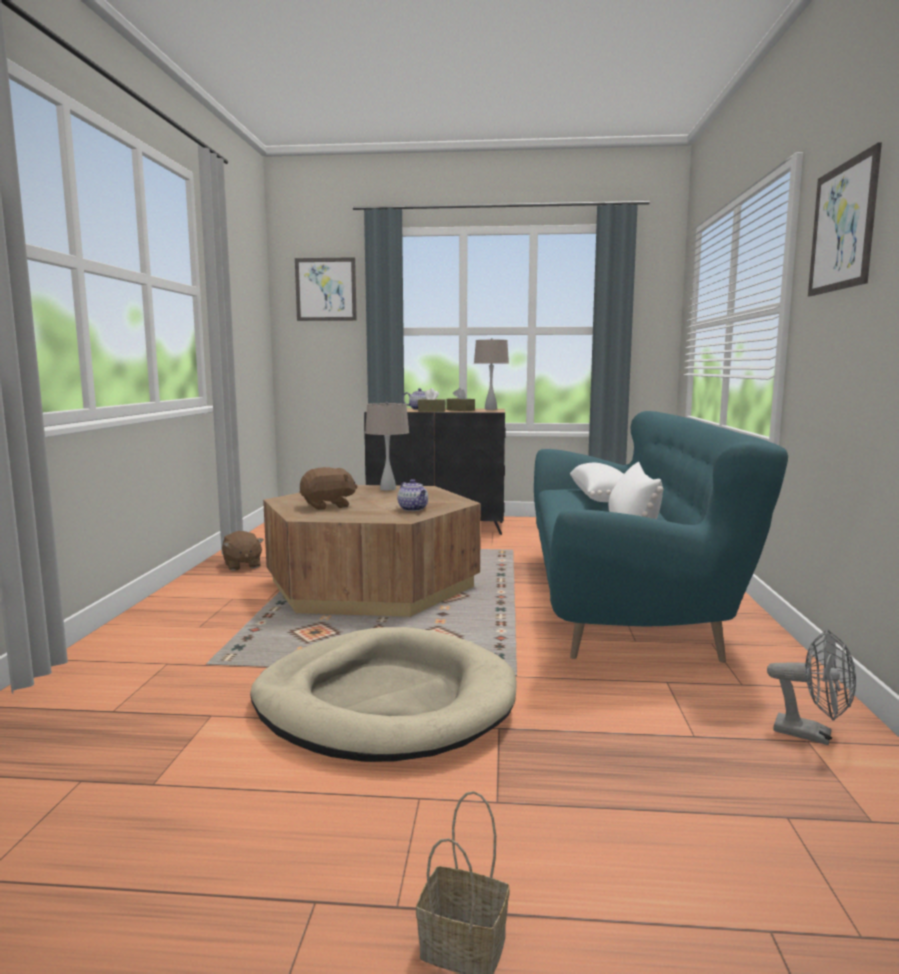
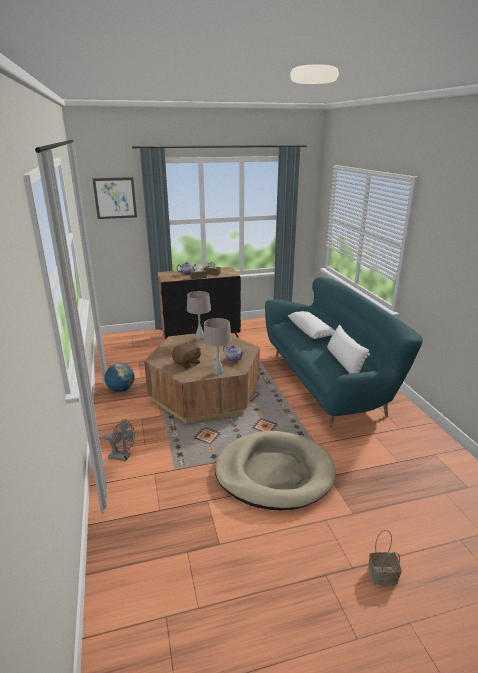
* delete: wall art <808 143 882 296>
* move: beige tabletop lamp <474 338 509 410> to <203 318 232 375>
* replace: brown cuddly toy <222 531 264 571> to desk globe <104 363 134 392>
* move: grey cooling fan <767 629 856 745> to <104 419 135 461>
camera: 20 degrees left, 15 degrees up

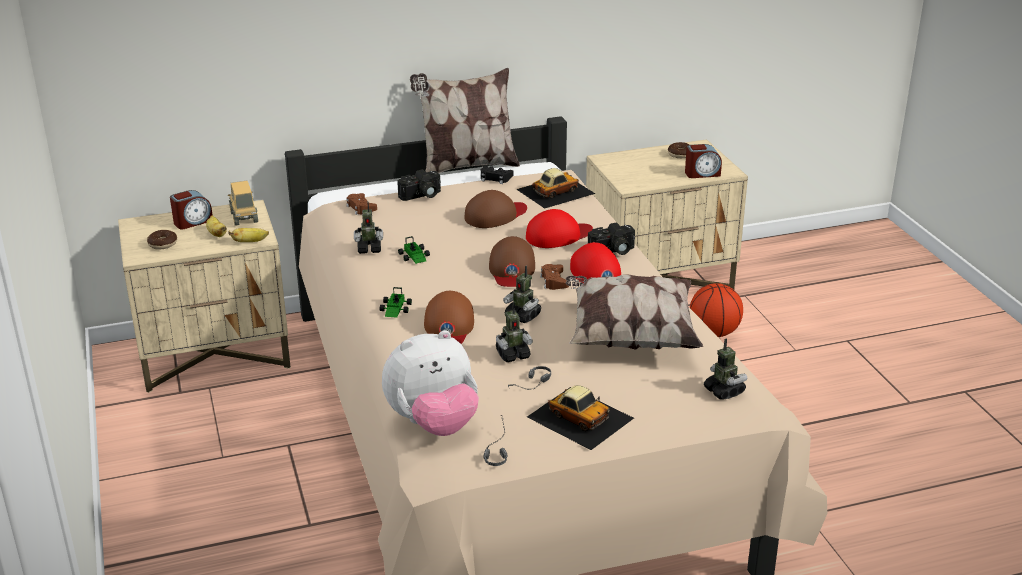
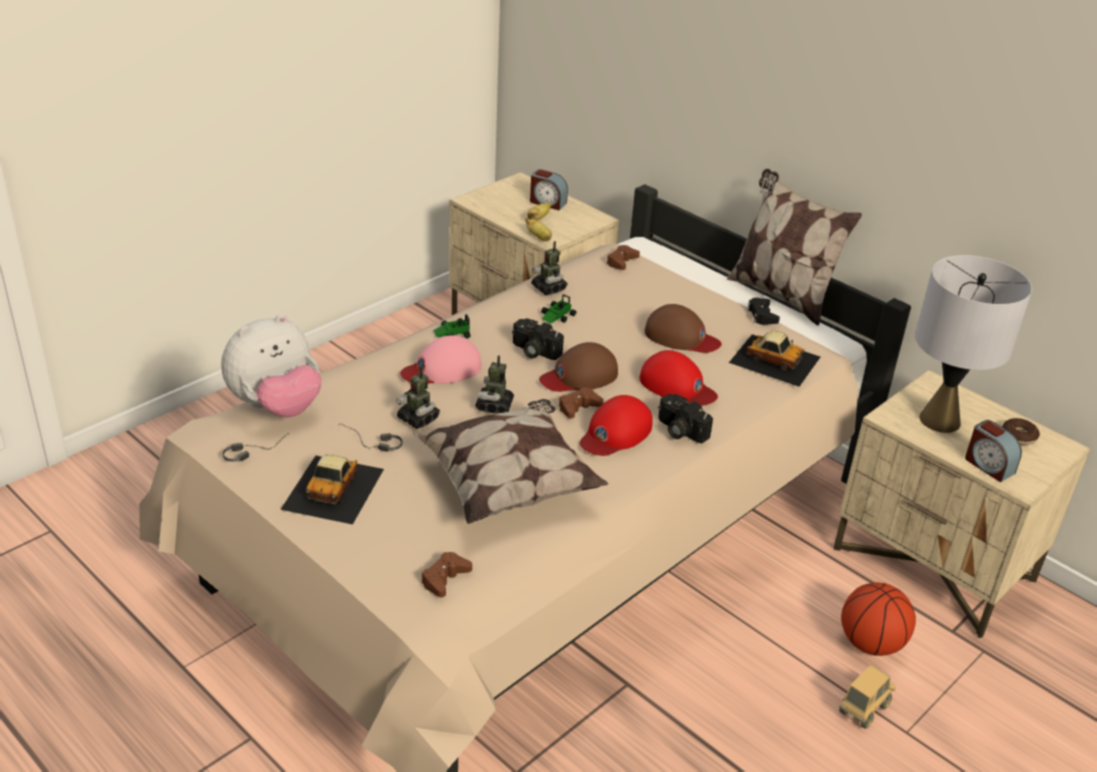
* move: photo camera <397 169 441 201> to <512 318 564 360>
* move: toy truck <228 181 258 226> to <839 664 896 729>
* delete: donut <147 230 177 250>
* recolor: brown peaked cap <424 291 474 344> to pink peaked cap <400 335 482 384>
* rotate: cuddly toy <382 330 479 436> = <221 314 321 417> 75 degrees counterclockwise
* replace: robot figure <704 338 747 400> to brown joypad <421 552 472 597>
* insert: grey tabletop lamp <915 255 1032 433>
camera: 60 degrees right, 5 degrees up

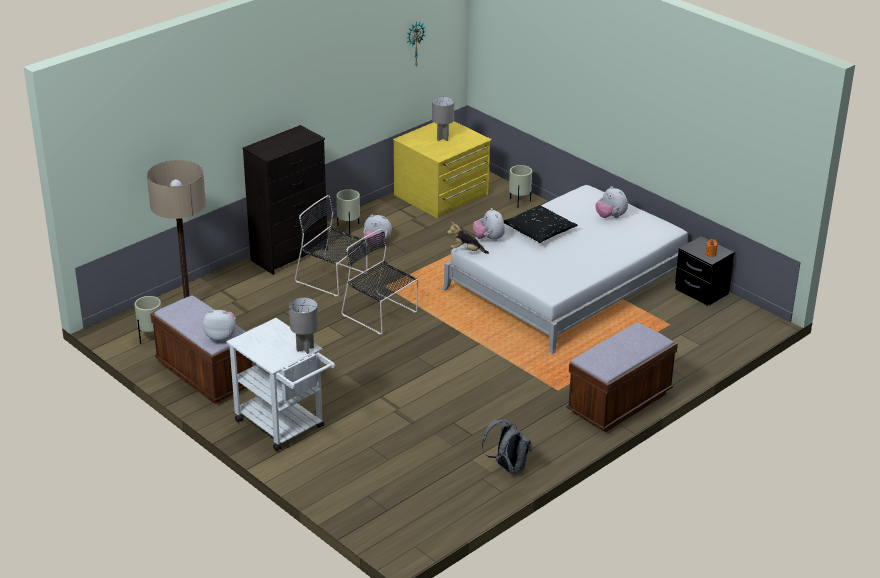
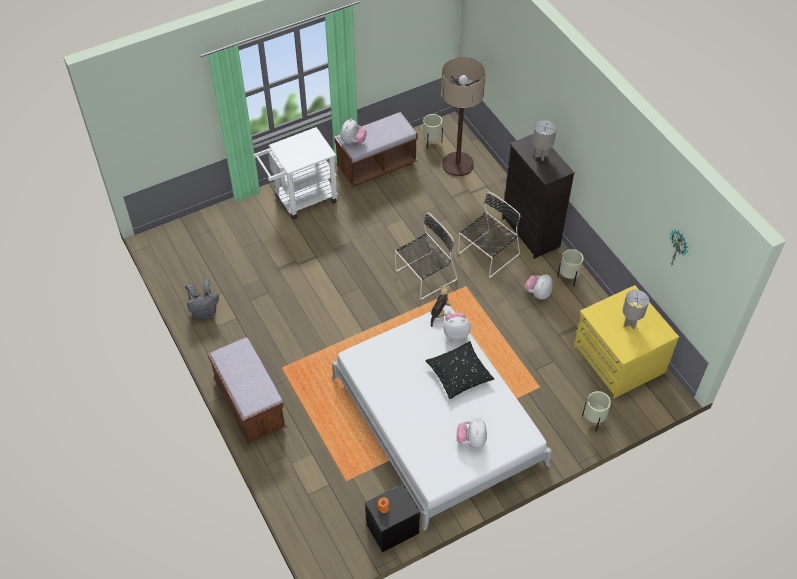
* rotate: cuddly toy <595 186 628 218> = <456 418 487 448> 60 degrees counterclockwise
* move: grey tabletop lamp <289 298 318 354> to <533 120 556 161>
camera: 105 degrees right, 20 degrees up

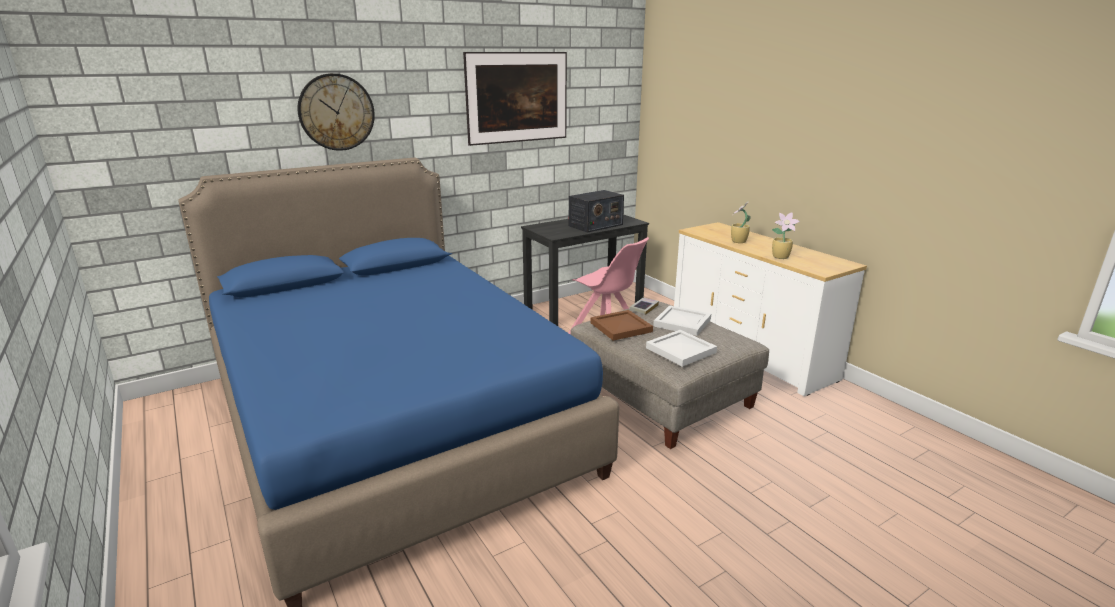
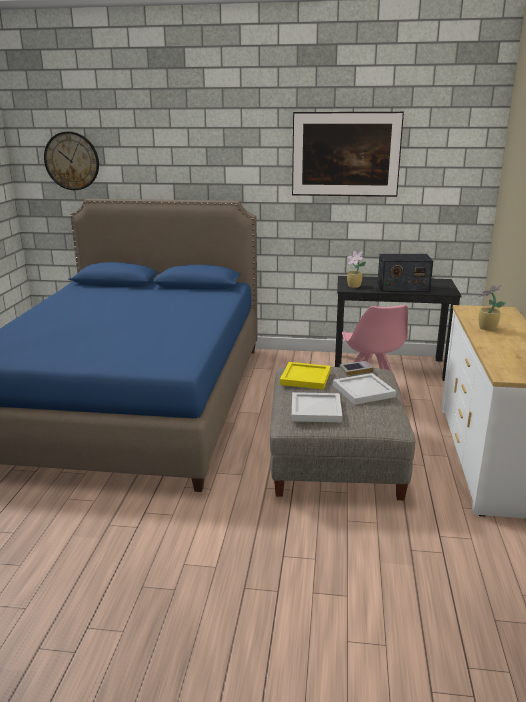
* move: wall clock <298 73 375 151> to <44 131 99 190>
* move: plant in a pot <772 212 800 259> to <347 251 366 288>
* recolor: brown tray <591 310 653 341> to yellow tray <280 362 331 390>
camera: 40 degrees right, 0 degrees up

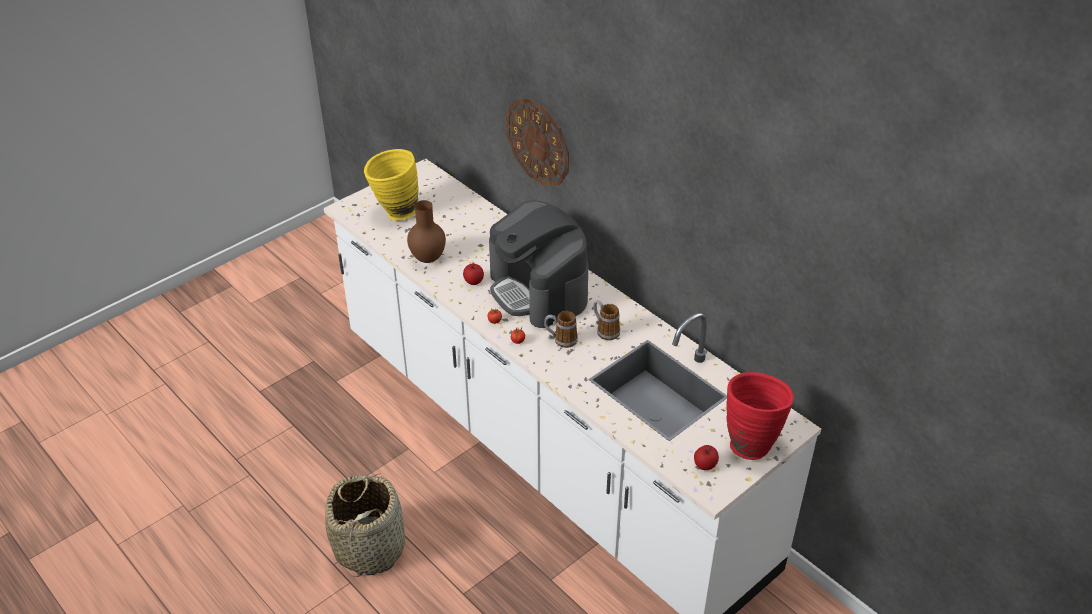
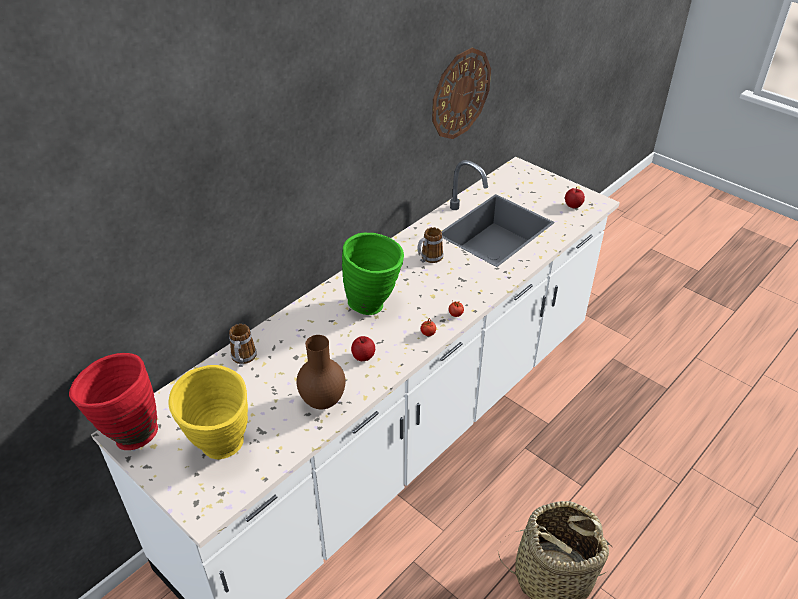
* move: wall clock <506 98 569 186> to <432 48 491 139>
* replace: coffee machine <489 201 588 328> to green decorative vase <342 233 404 315>
* move: tea mug <544 311 578 348> to <229 324 257 367>
* move: red decorative vase <726 372 794 460> to <69 353 158 450>
camera: 95 degrees left, 0 degrees up

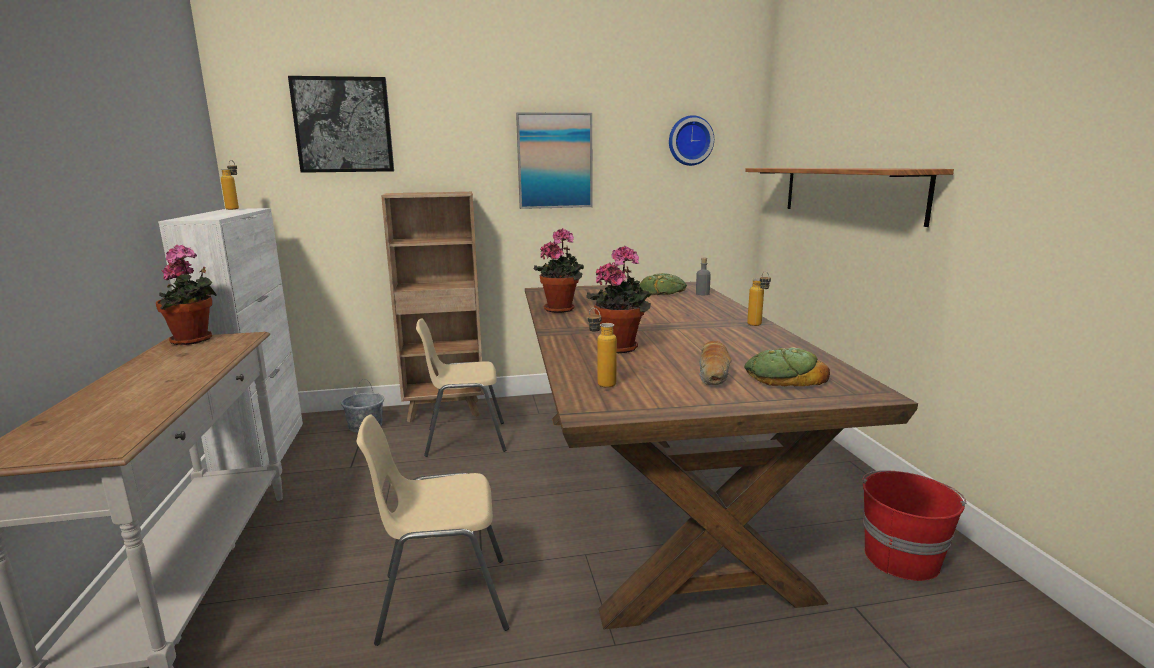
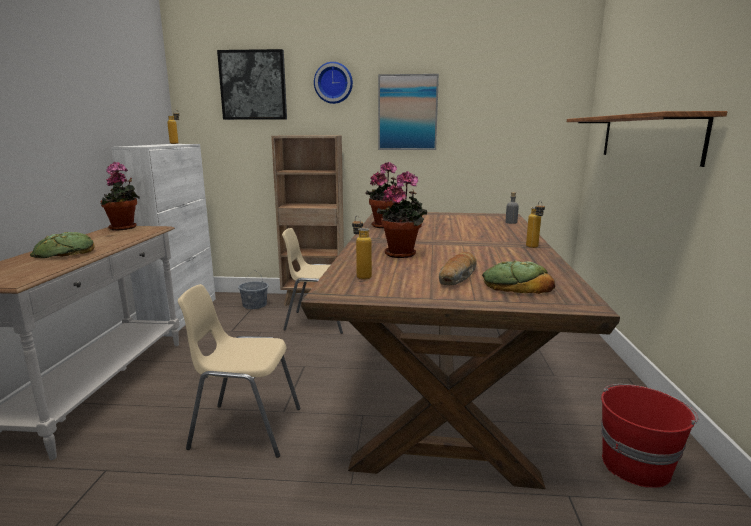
* move: wall clock <669 115 714 166> to <314 62 353 104>
* move: bakery bread <639 273 687 295> to <30 232 95 258>
camera: 15 degrees right, 0 degrees up

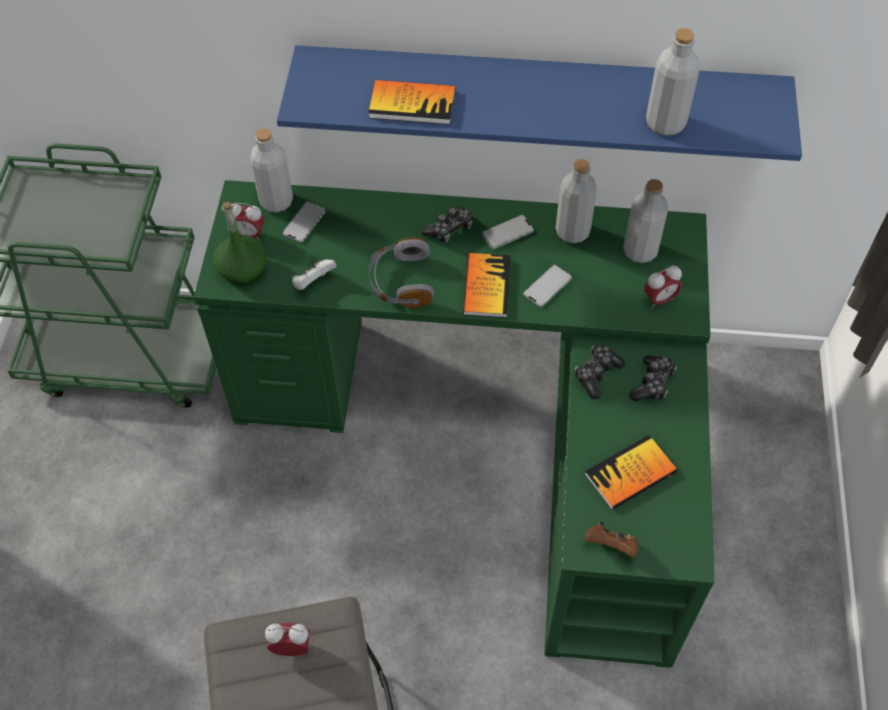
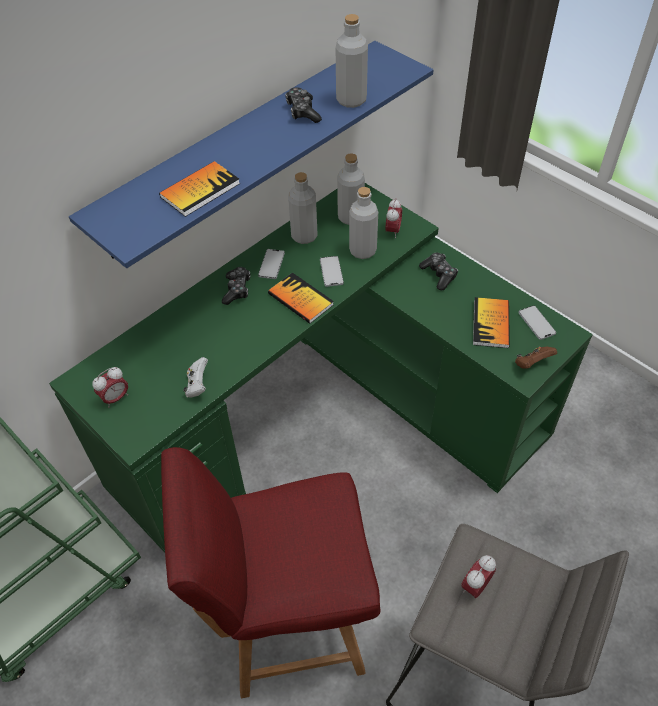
* move: grey beverage bottle <250 128 293 213> to <349 187 378 259>
* move: phone <282 201 326 243> to <518 305 556 340>
* delete: green beverage bottle <214 202 267 285>
* delete: grey pair of headphones <369 237 434 308>
* move: joypad <575 345 625 399> to <285 87 322 123>
* insert: red upright chair <161 447 380 698>
camera: 50 degrees left, 5 degrees down

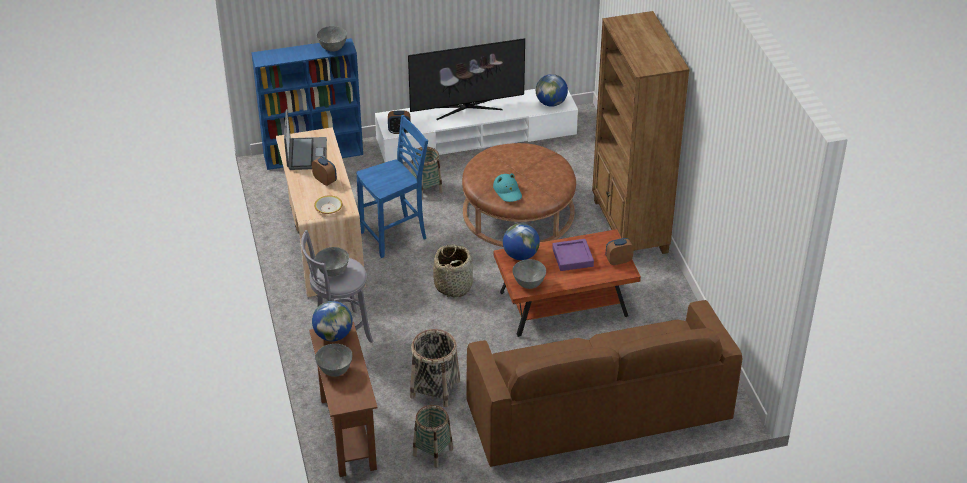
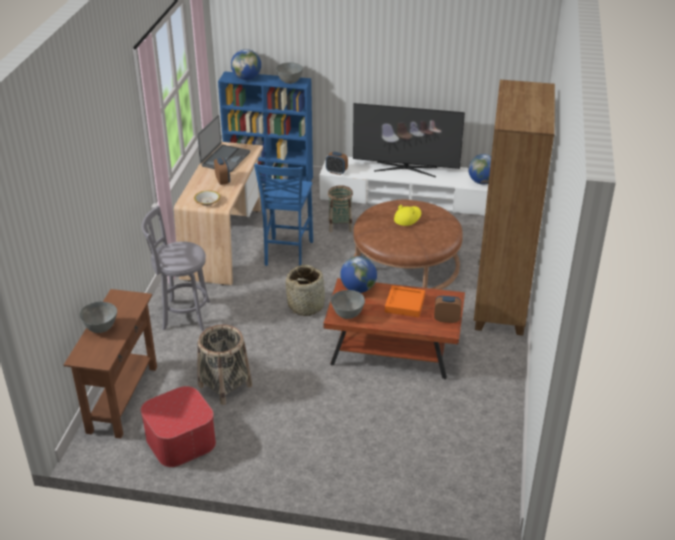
* rotate: blue-coloured upright chair <356 115 428 258> = <254 164 313 266> 105 degrees clockwise
* delete: turquoise clothing hat <493 173 522 202>
* recolor: purplish tray <552 239 594 271> to orange-coloured tray <385 286 425 317>
* delete: grey serving bowl <315 247 349 276>
* delete: brown sofa <467 300 742 467>
* move: desk globe <312 301 353 341> to <231 49 261 80>
* replace: basket <413 405 453 467> to pouffe <141 386 216 467>
* insert: yellow clothing hat <394 205 421 226>
camera: 25 degrees right, 5 degrees down

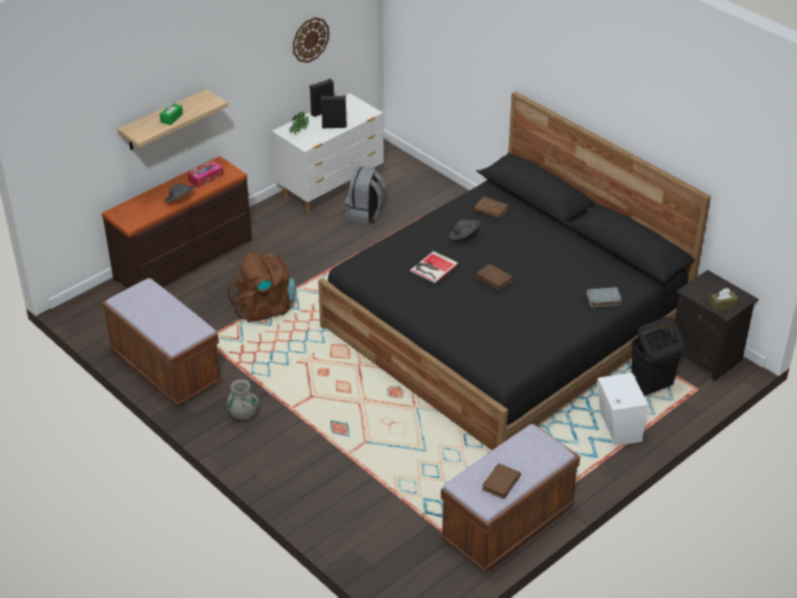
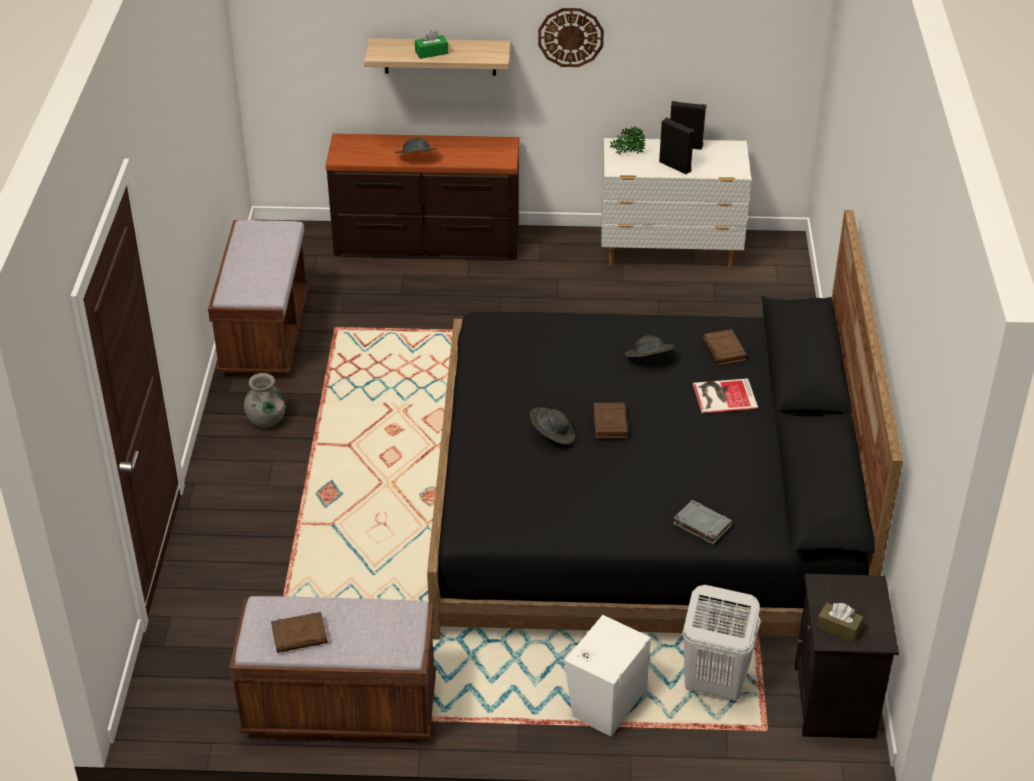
* move: wall clock <293 17 329 63> to <538 8 604 67>
* delete: box of tissues <187 160 223 188>
* delete: grey backpack <345 166 387 224>
* move: volume <410 251 459 283> to <693 379 758 414>
* delete: brown backpack <228 252 296 322>
* recolor: black-coloured washing basket <631 317 684 396> to white washing basket <682 585 761 700>
* insert: grey clothing hat <530 407 575 444>
camera: 45 degrees right, 0 degrees up

